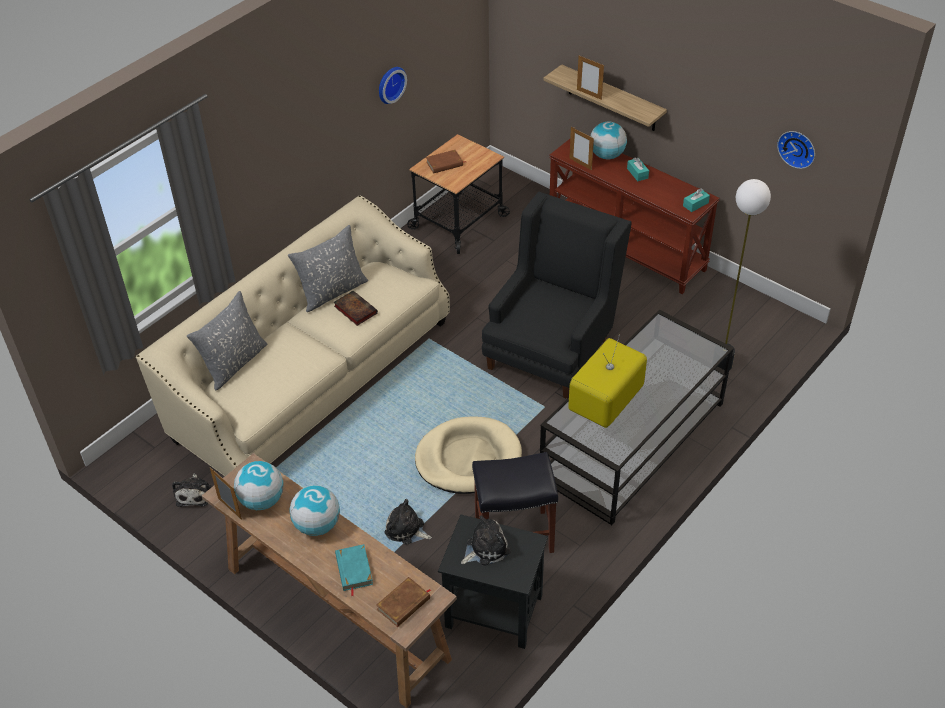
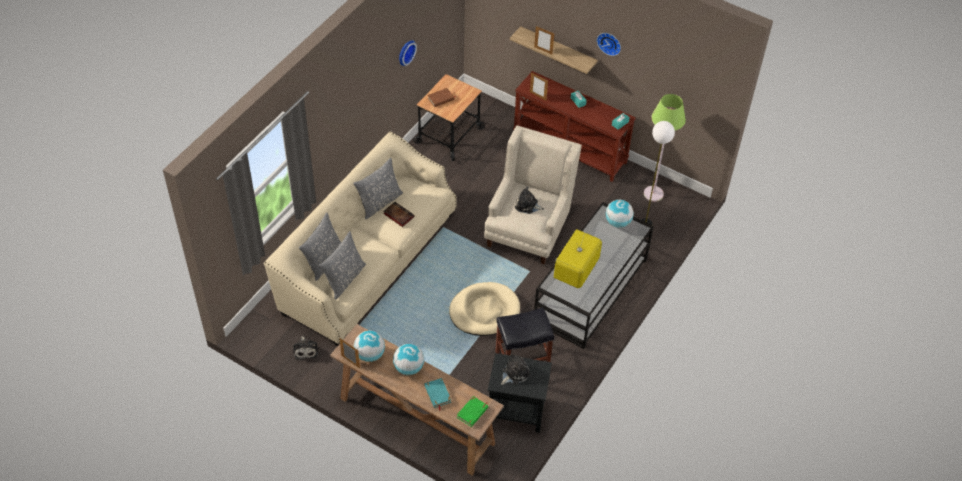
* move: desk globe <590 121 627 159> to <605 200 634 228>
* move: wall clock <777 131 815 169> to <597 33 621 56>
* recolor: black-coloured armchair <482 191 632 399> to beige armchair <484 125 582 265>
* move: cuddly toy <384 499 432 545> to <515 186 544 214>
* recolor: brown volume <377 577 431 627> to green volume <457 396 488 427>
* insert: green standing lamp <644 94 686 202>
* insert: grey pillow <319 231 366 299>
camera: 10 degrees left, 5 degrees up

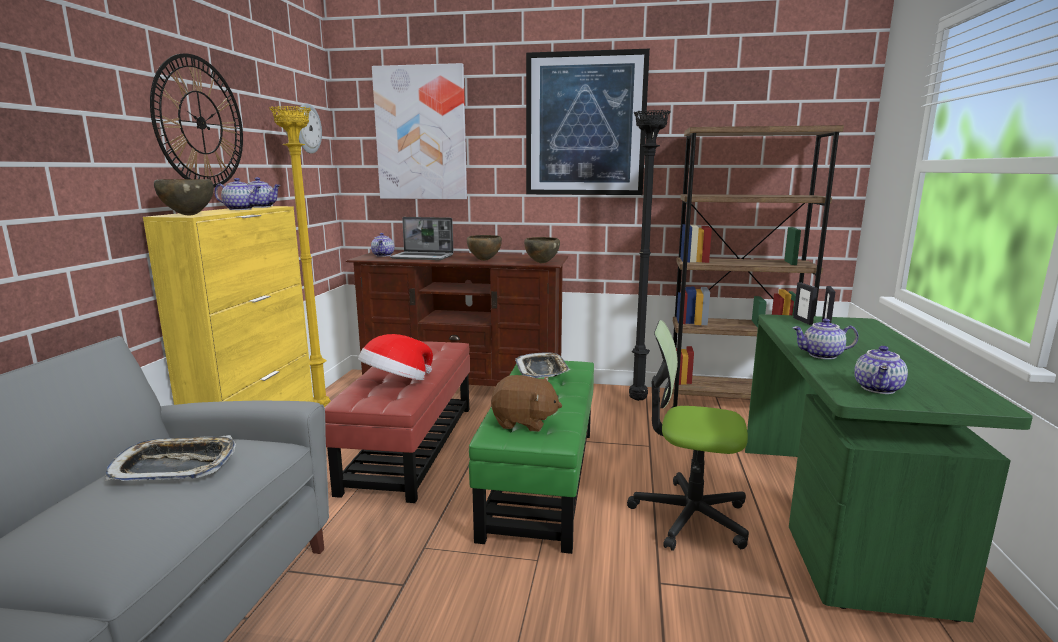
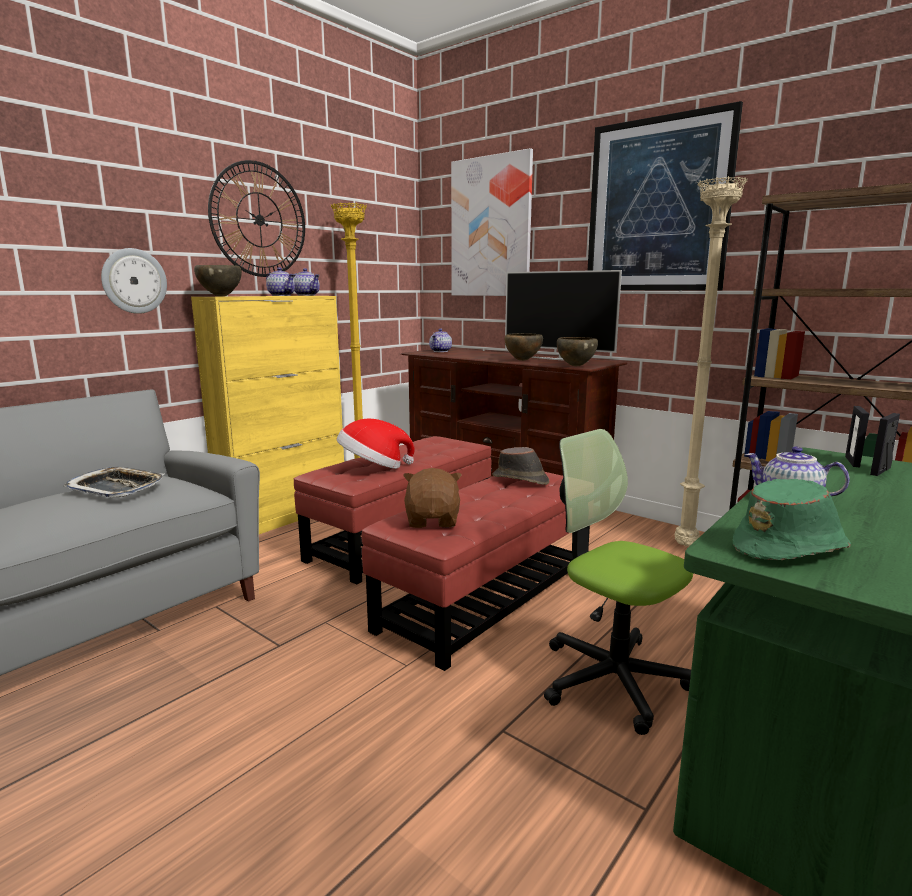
* move: wall clock <299 103 322 154> to <101 248 167 314>
* recolor: black-coloured standing lamp <629 110 671 401> to beige standing lamp <675 176 748 546>
* delete: notebook computer <390 217 454 260>
* replace: tea pot <854 346 908 394> to green clothing hat <733 479 851 560>
* replace: tray <515 352 570 378> to brown clothing hat <492 447 549 485>
* recolor: green pouffe <469 361 594 554> to red pouffe <361 472 590 671>
* rotate: brown cuddly toy <491 375 562 432> = <403 468 462 528> 135 degrees counterclockwise
* insert: television <505 270 622 362>
camera: 30 degrees right, 0 degrees up

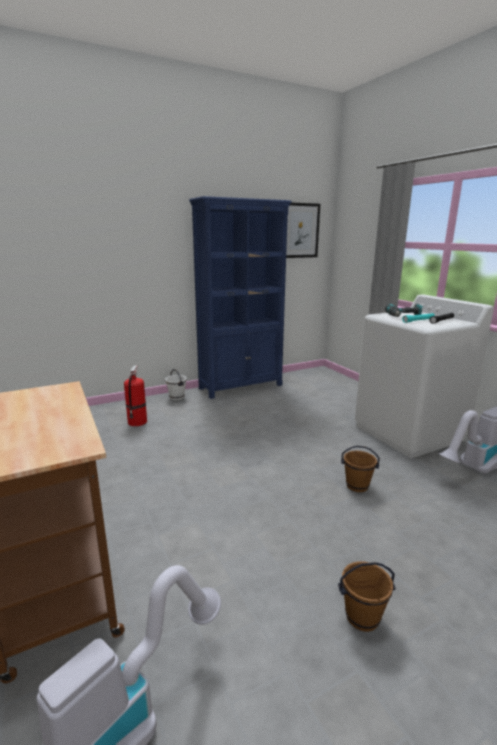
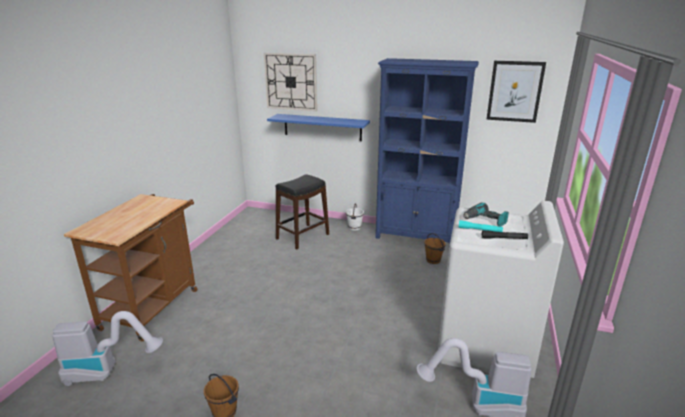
* replace: fire-fighting cylinder <124 366 147 426> to black-coloured sitting stool <276 174 329 250>
* move: brown pail <341 446 380 492> to <424 233 446 264>
* insert: wall clock <264 53 317 111>
* insert: blue-coloured wall shelf <267 114 370 141>
camera: 45 degrees right, 5 degrees up

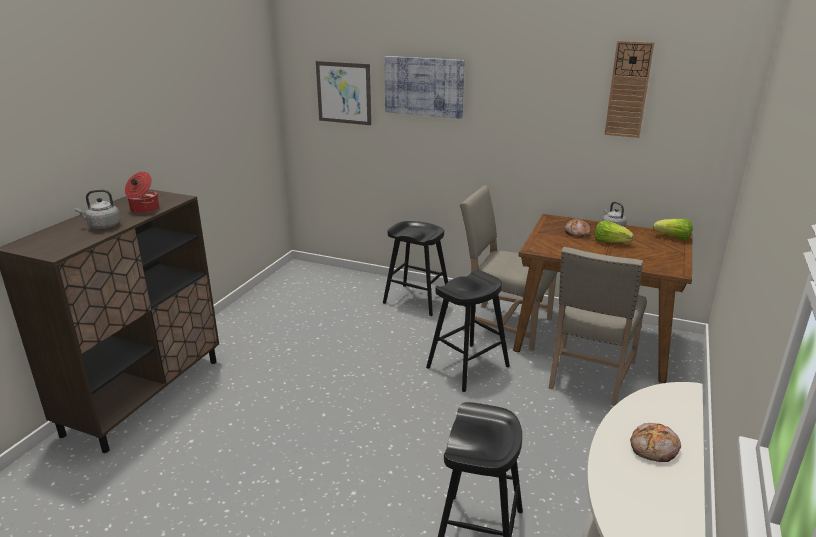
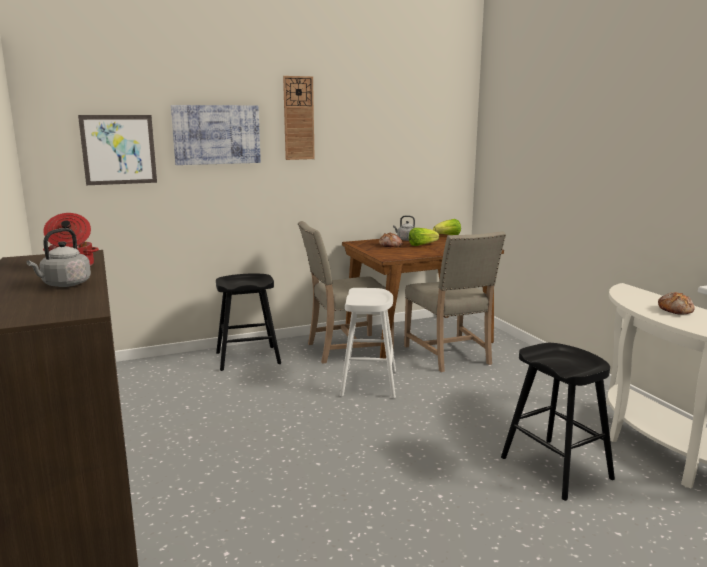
* move: wall clock <604 41 655 138> to <283 76 315 160>
* recolor: black-coloured sitting stool <426 270 510 392> to white sitting stool <340 288 396 398>
camera: 45 degrees left, 10 degrees down

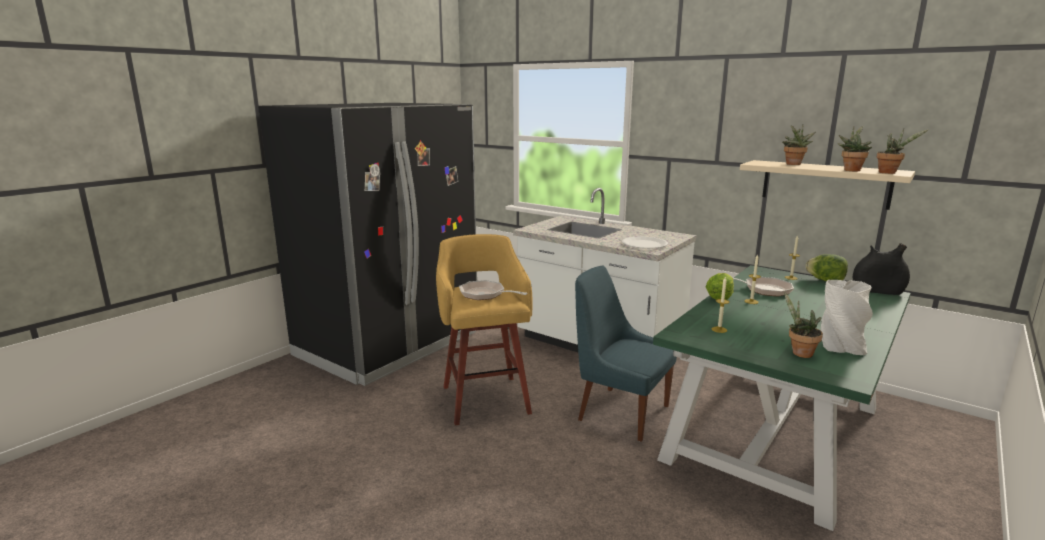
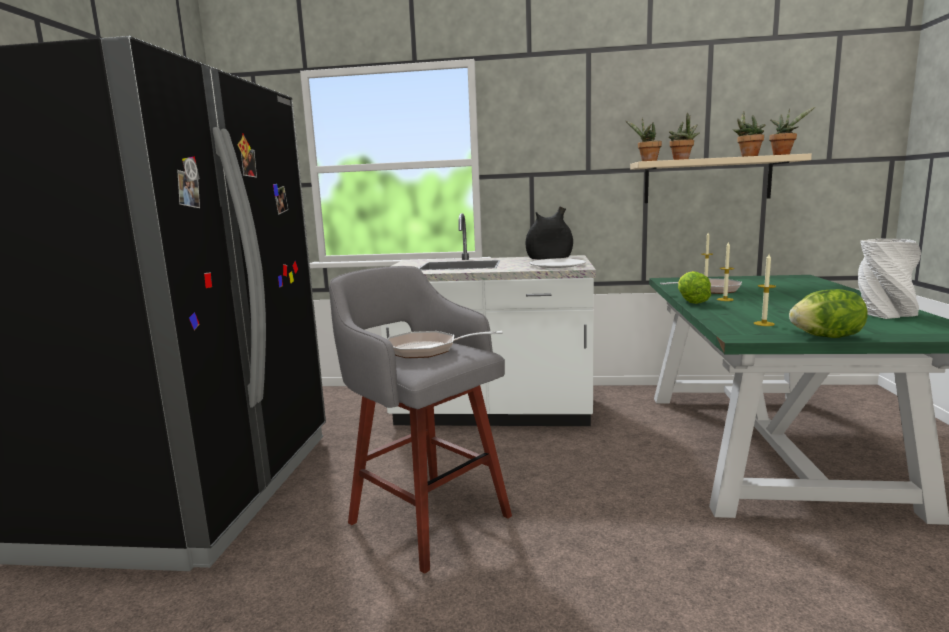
* recolor: yellow sitting stool <436 234 532 425> to grey sitting stool <329 266 512 574>
* move: black-coloured decorative vase <853 243 910 295> to <526 206 573 259>
* move: head of lettuce <806 254 848 281> to <789 289 868 338>
* delete: blue-coloured upright chair <575 266 677 442>
* move: plant in a pot <784 291 823 358> to <625 118 662 161>
camera: 30 degrees left, 5 degrees down

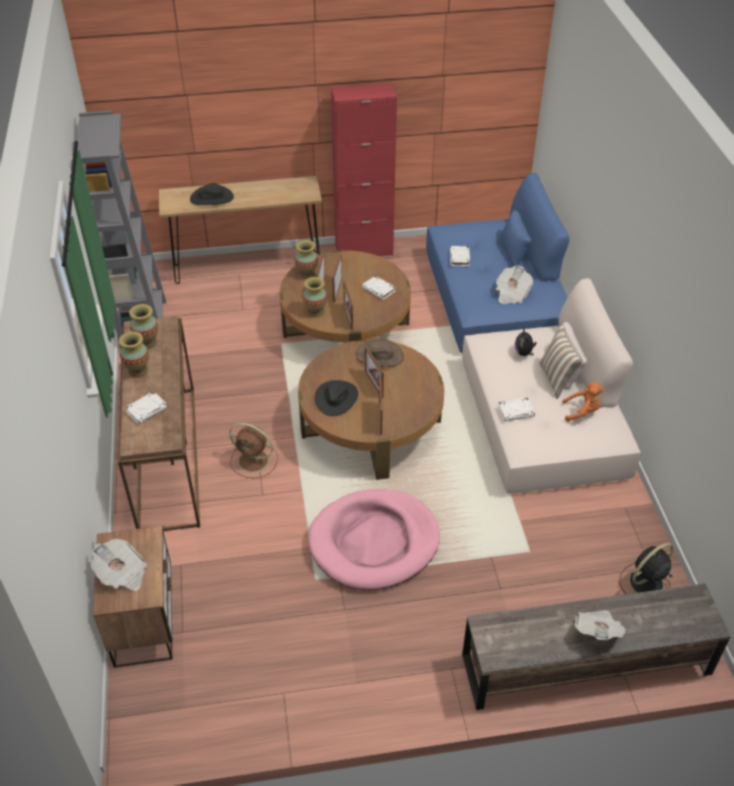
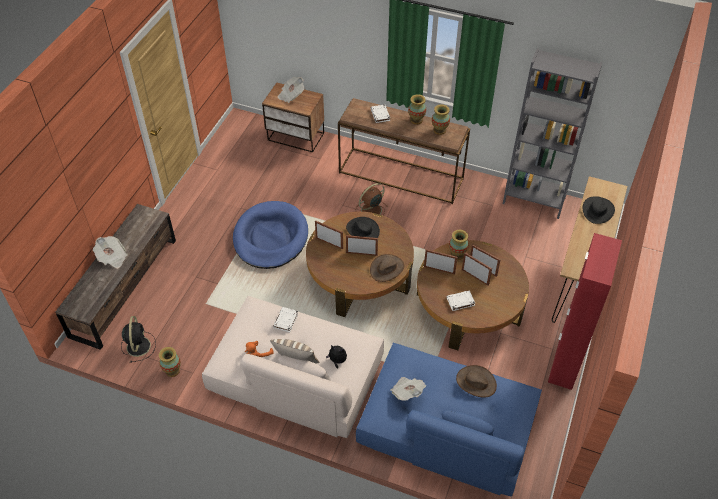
* move: decorative vase <295 240 318 279> to <159 347 181 377>
* replace: white volume <450 246 470 266> to brown clothing hat <456 365 497 398>
* recolor: pink dog bed <308 489 440 590> to blue-coloured dog bed <233 201 308 269>
camera: 120 degrees right, 5 degrees up

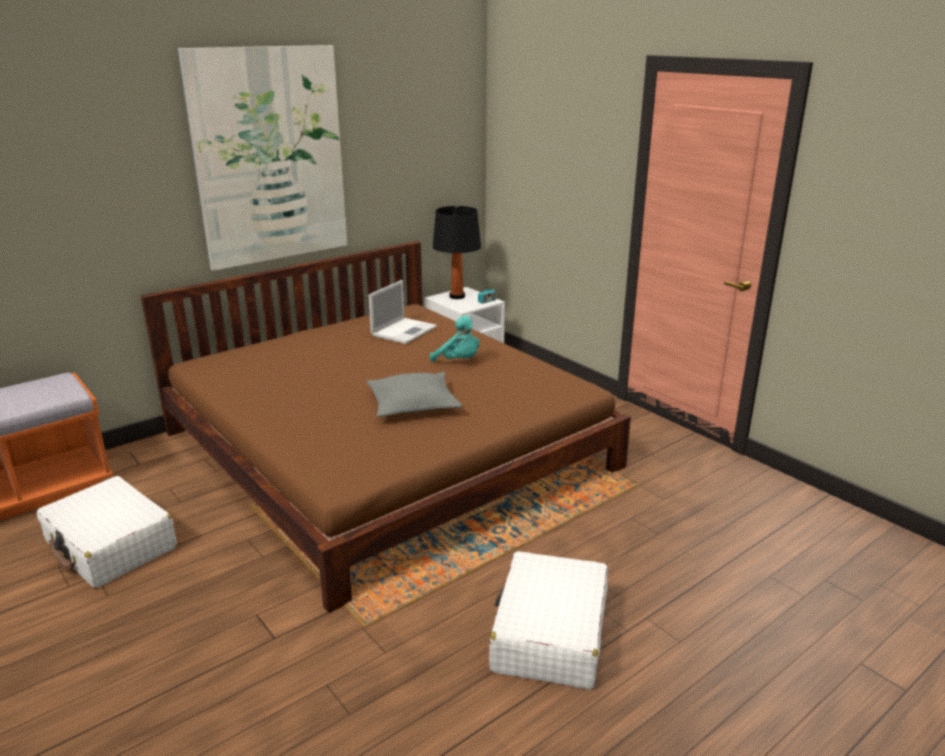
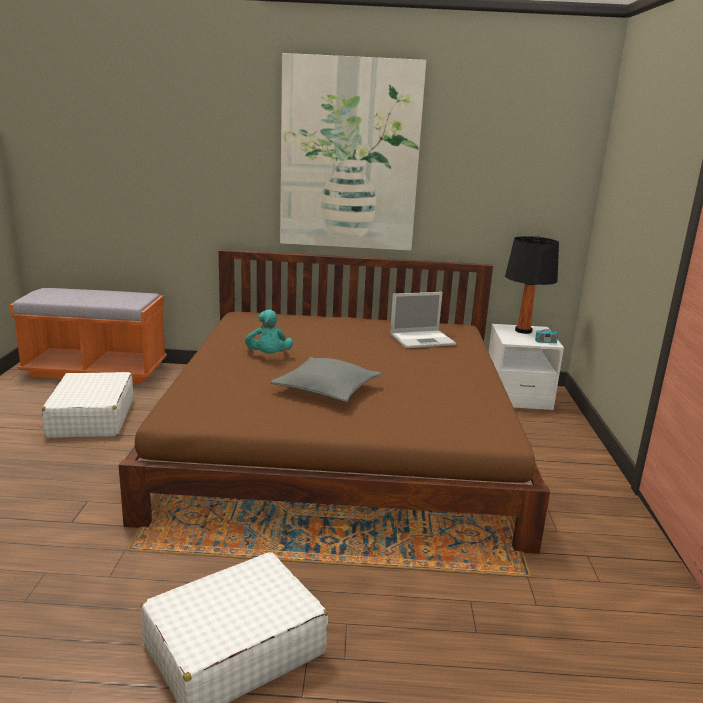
* move: turquoise cuddly toy <430 315 480 362> to <245 309 293 354>
camera: 40 degrees right, 5 degrees down

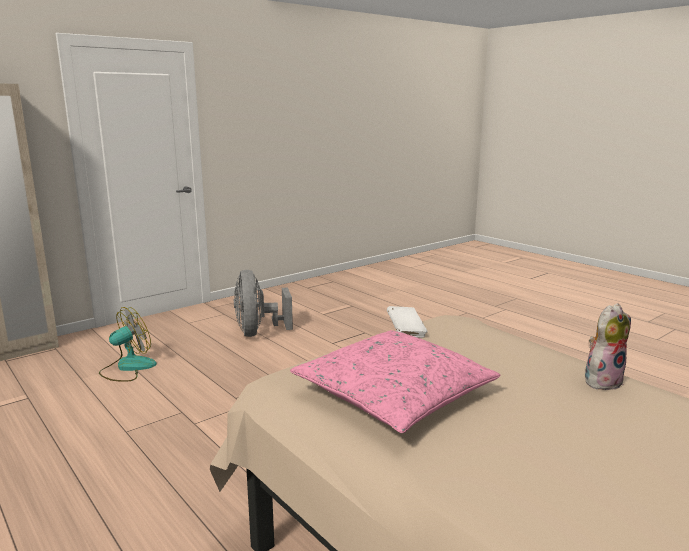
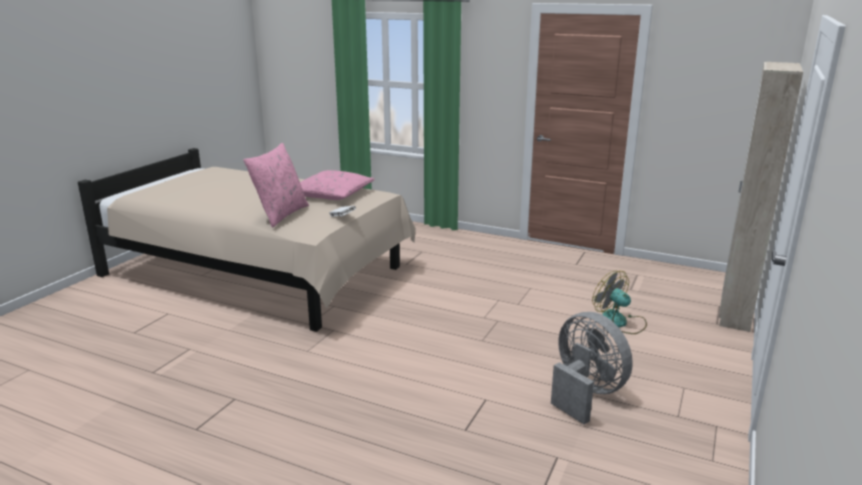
* delete: cuddly toy <585 303 631 392>
* rotate: cooling fan <99 307 157 382> = <592 271 647 334> 120 degrees clockwise
* insert: pink pillow <243 143 309 228>
camera: 155 degrees right, 5 degrees up

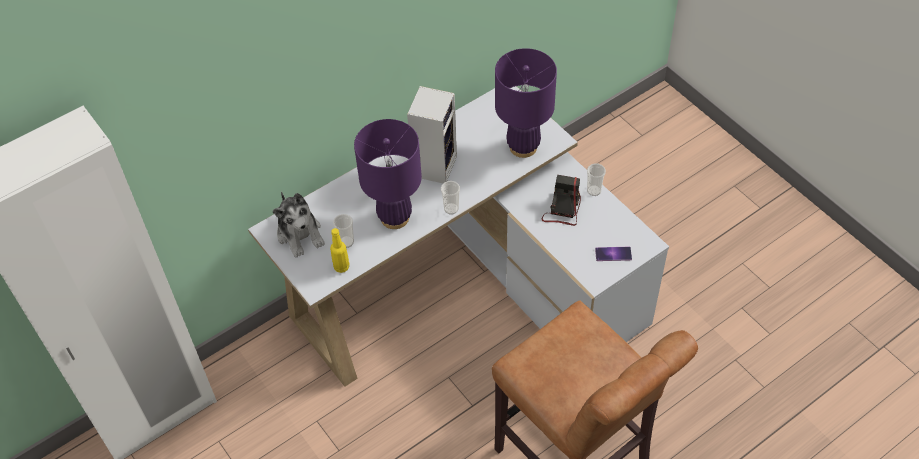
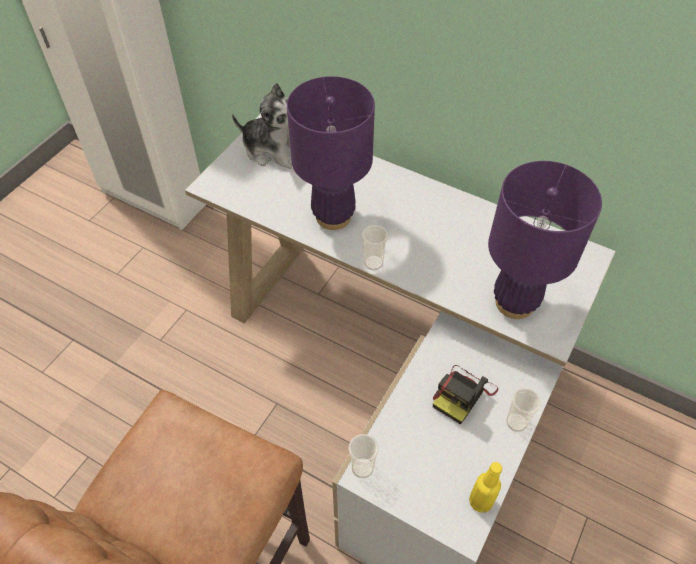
* delete: loudspeaker <407 86 457 183>
* rotate: photo camera <542 175 581 226> = <433 365 498 425> 135 degrees clockwise
* rotate: cuddly toy <273 192 325 257> = <232 83 292 169> 105 degrees counterclockwise
* move: drinking cup <333 214 354 248> to <348 434 379 478>
* move: yellow beverage bottle <330 228 349 273> to <469 462 502 513>
* delete: phone <595 247 632 261>
camera: 65 degrees right, 0 degrees up

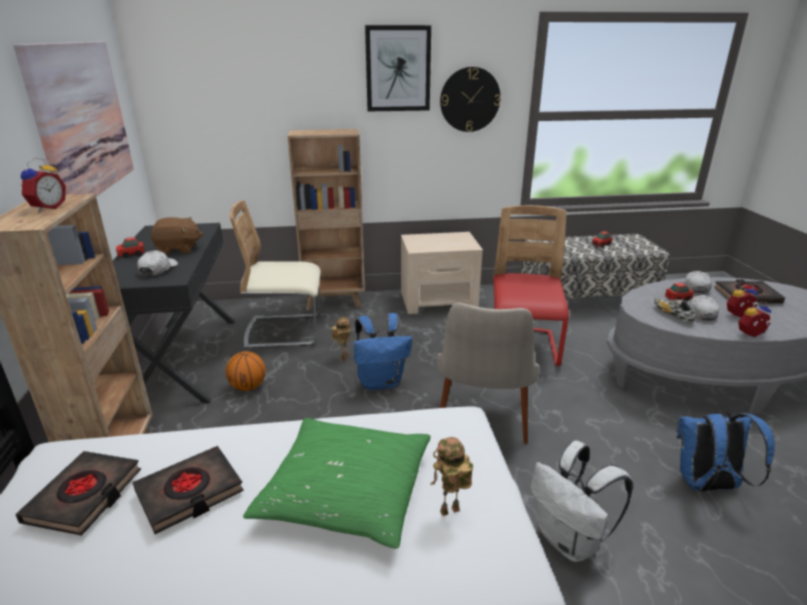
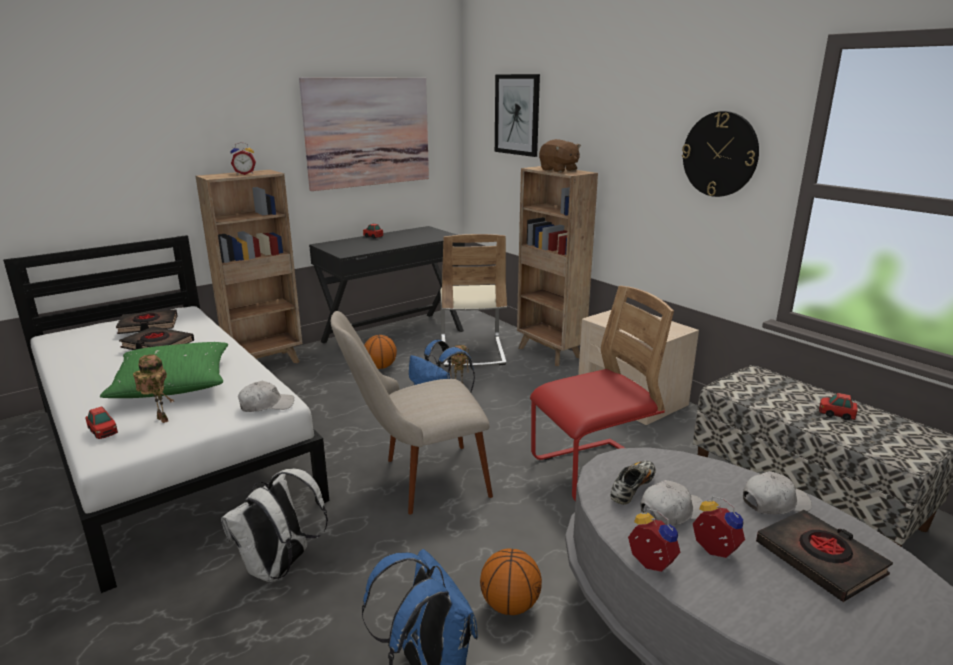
* move: wall art <365 25 431 112> to <495 74 540 157>
* rotate: beige upright chair <230 200 321 348> = <440 234 507 367> 150 degrees counterclockwise
* move: brown cuddly toy <151 217 203 254> to <539 139 581 173>
* move: white peaked cap <137 250 178 276> to <238 381 294 412>
* move: toy car <665 283 694 301> to <85 406 118 439>
* insert: ball for basketball <480 548 542 615>
camera: 60 degrees right, 5 degrees down

